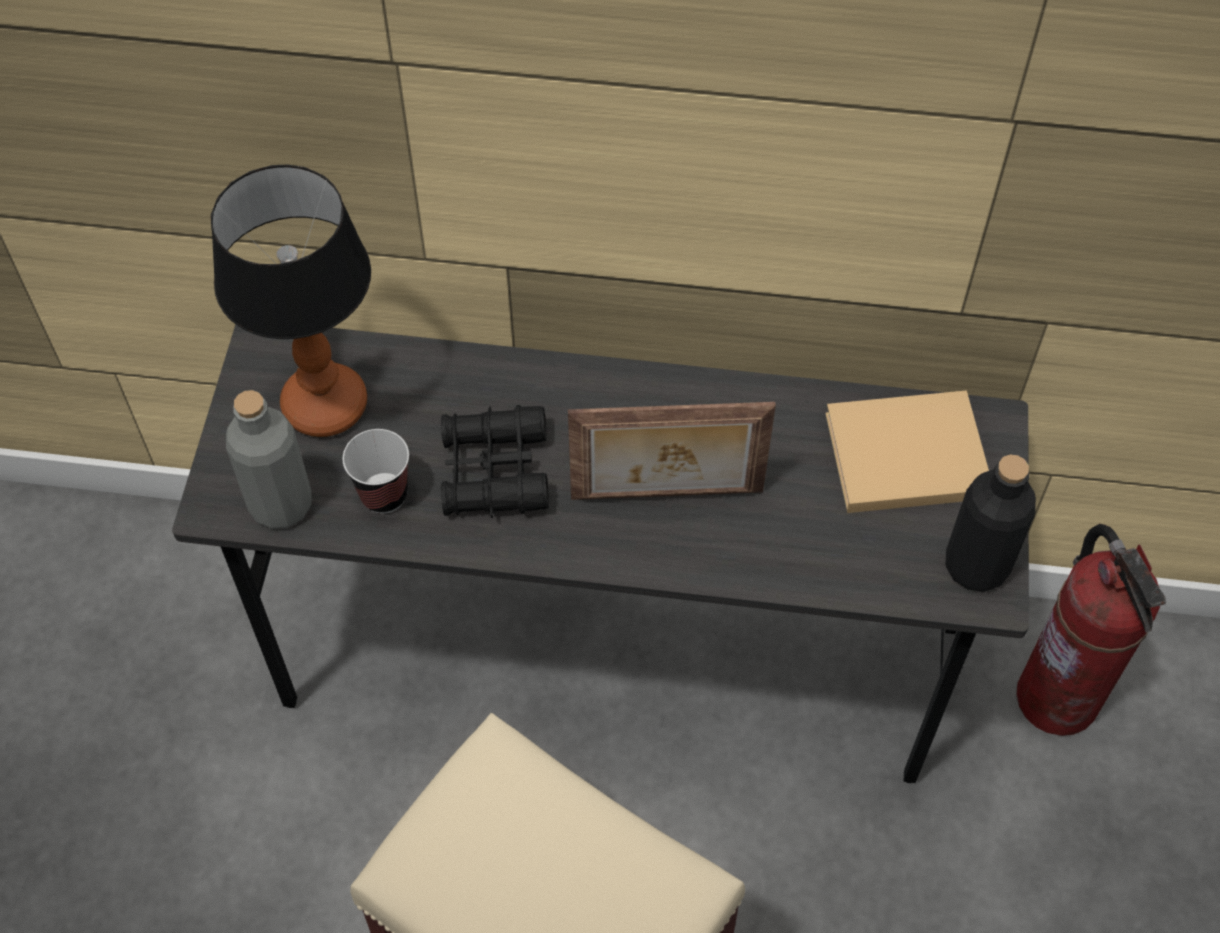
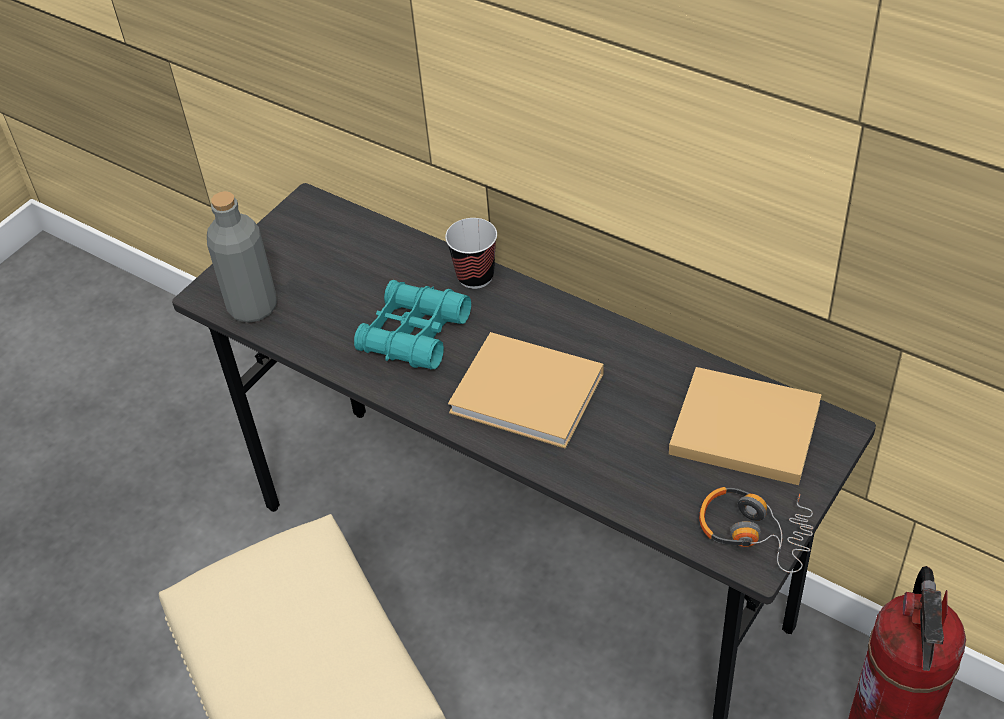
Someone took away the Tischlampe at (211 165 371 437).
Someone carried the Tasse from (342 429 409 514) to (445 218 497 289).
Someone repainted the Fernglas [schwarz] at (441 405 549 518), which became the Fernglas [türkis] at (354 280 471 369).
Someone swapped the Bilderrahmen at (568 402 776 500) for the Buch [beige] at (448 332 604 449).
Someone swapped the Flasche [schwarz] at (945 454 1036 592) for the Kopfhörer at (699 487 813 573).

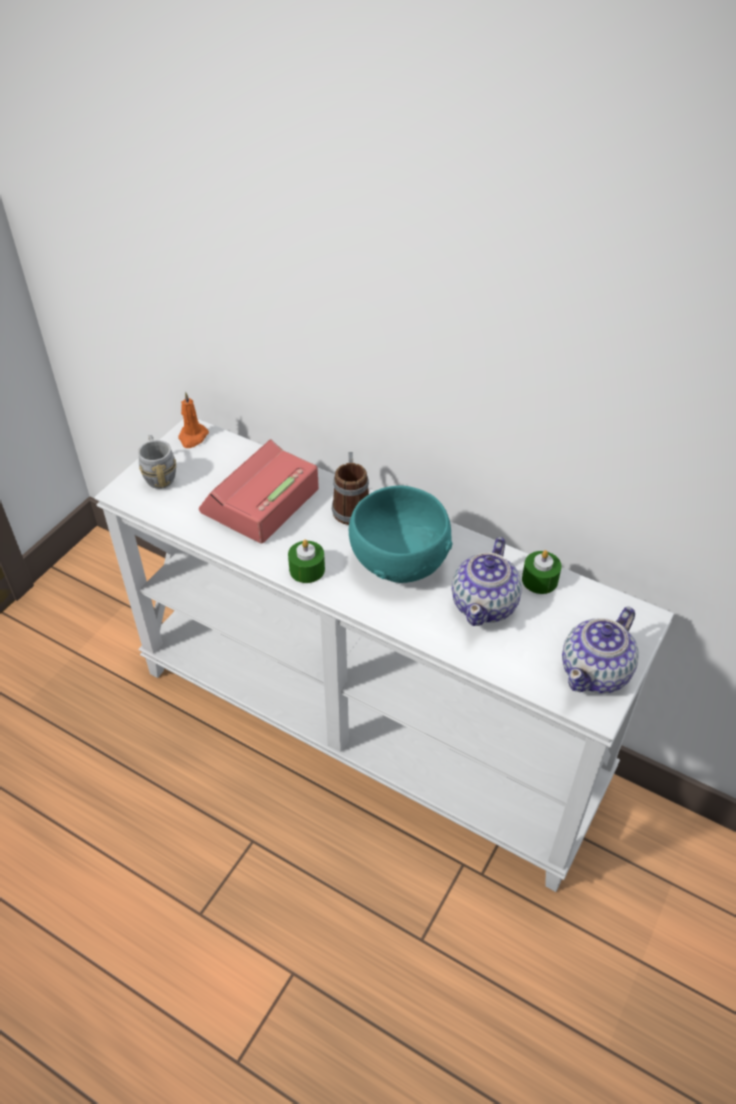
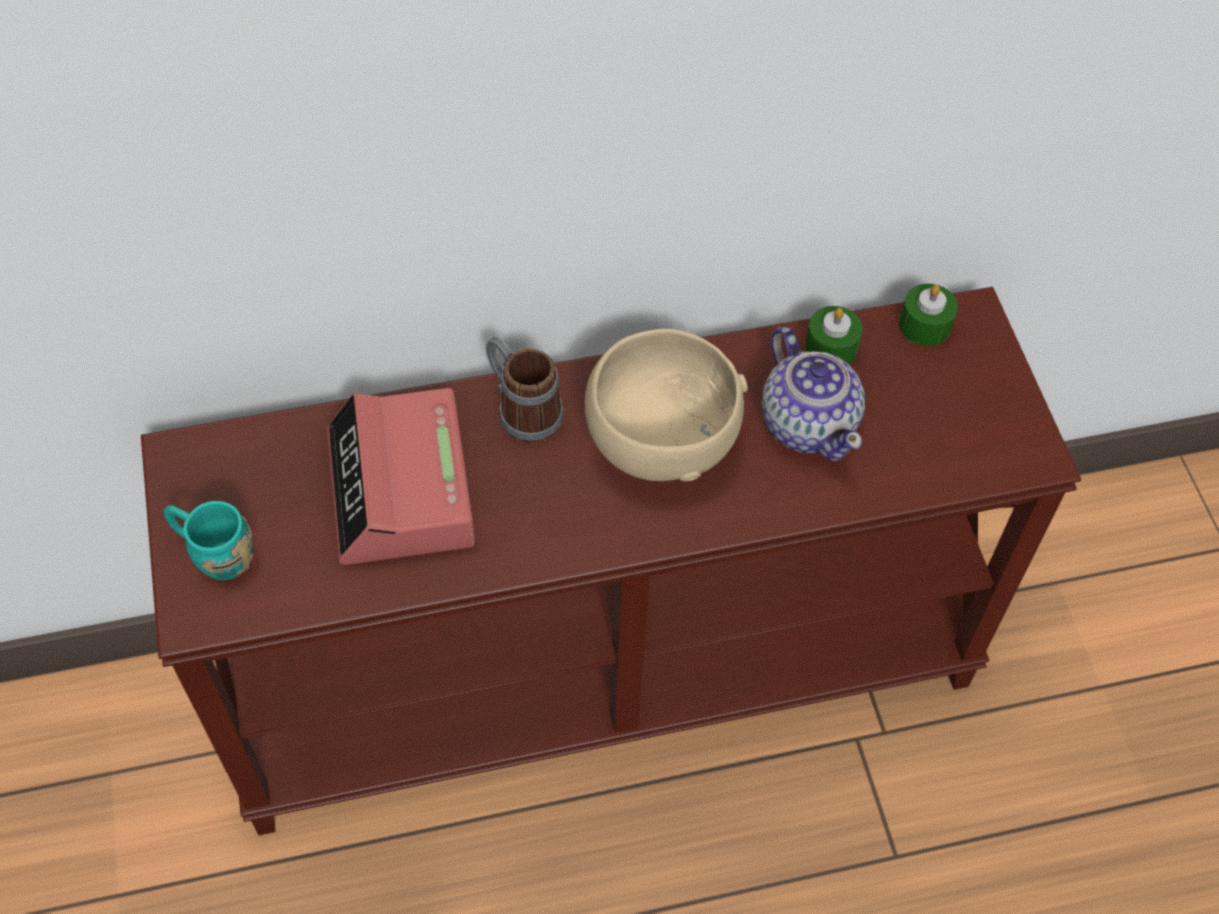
Someone repainted the Konsolentisch [weiß] at (94 418 674 892), which became the Konsolentisch [braun] at (141 287 1081 835).
Someone repainted the Henkelbecher [grau] at (138 435 176 489), which became the Henkelbecher [türkis] at (164 501 253 580).
Someone took away the Kerze [orange] at (178 392 209 448).
Someone carried the Kerze [grün] from (288 540 325 583) to (899 284 958 346).
Someone repainted the Schüssel [türkis] at (349 486 452 583), which became the Schüssel [beige] at (585 329 748 481).
Someone took away the Teekanne at (562 607 639 693).

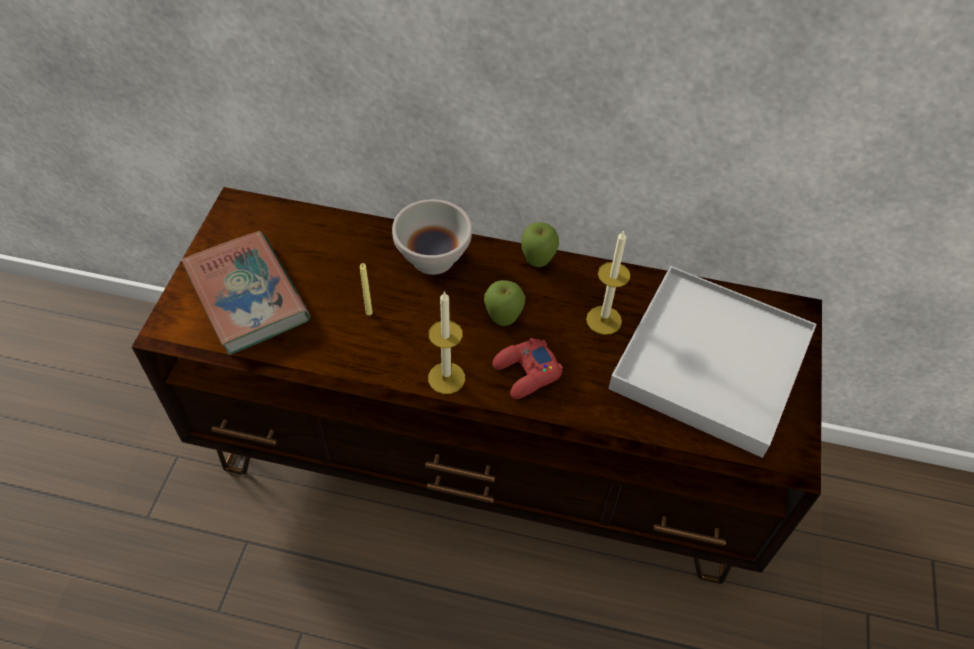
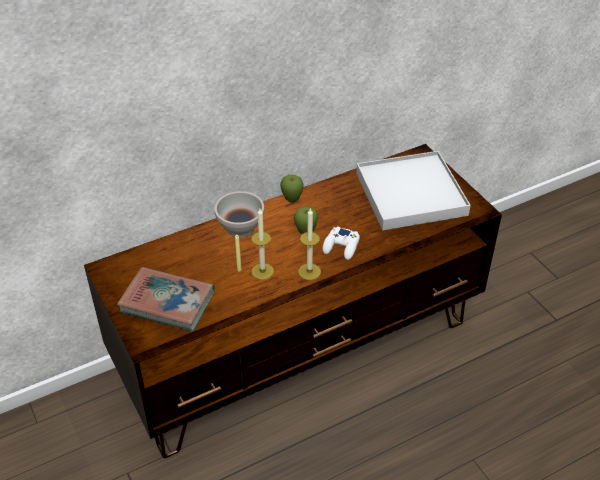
Someone repainted the Gamepad [rot] at (492 338 563 399), which became the Gamepad [weiß] at (323 227 360 260).
Someone carried the Kerze from (586 230 630 335) to (251 209 274 280).

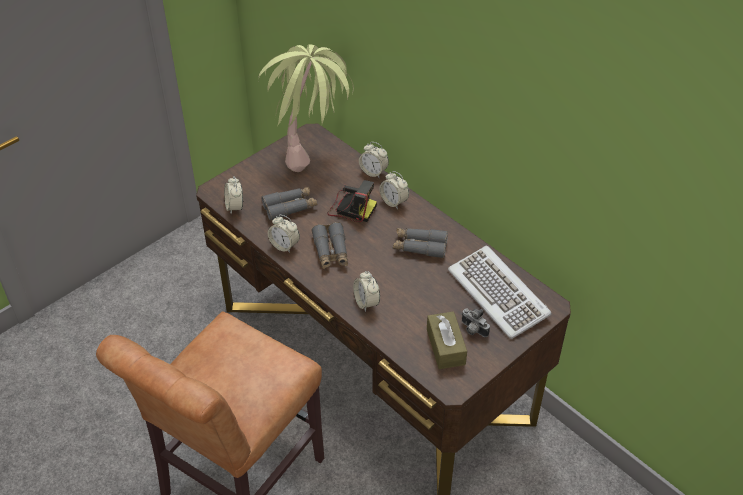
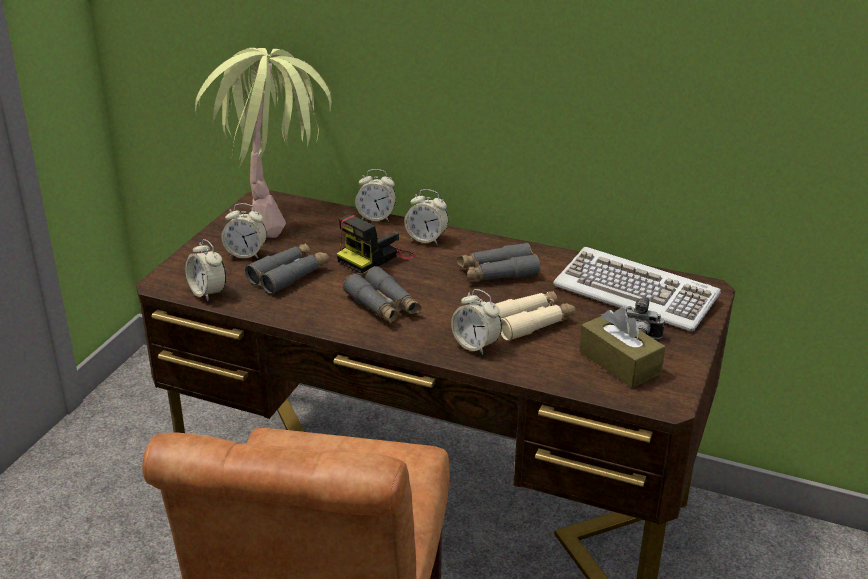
Someone carried the Wecker from (268 215 300 253) to (221 203 267 258).
Someone rotated the Kamera at (327 180 377 222) by 135 degrees clockwise.
Someone put down the Fernglas [beige] at (496 291 576 341).

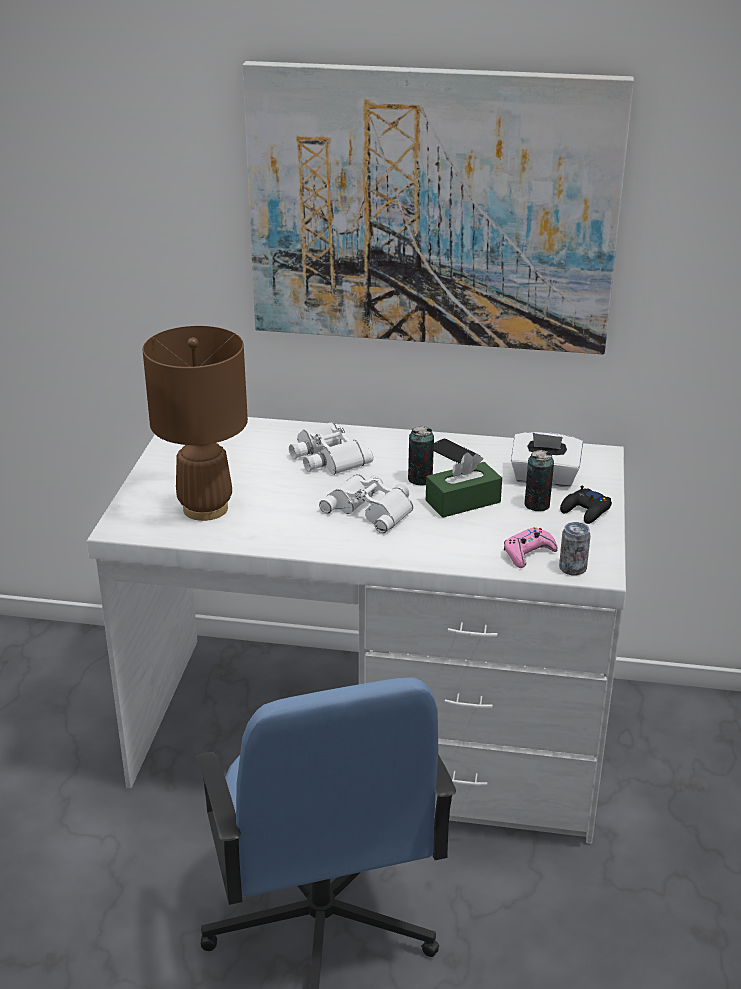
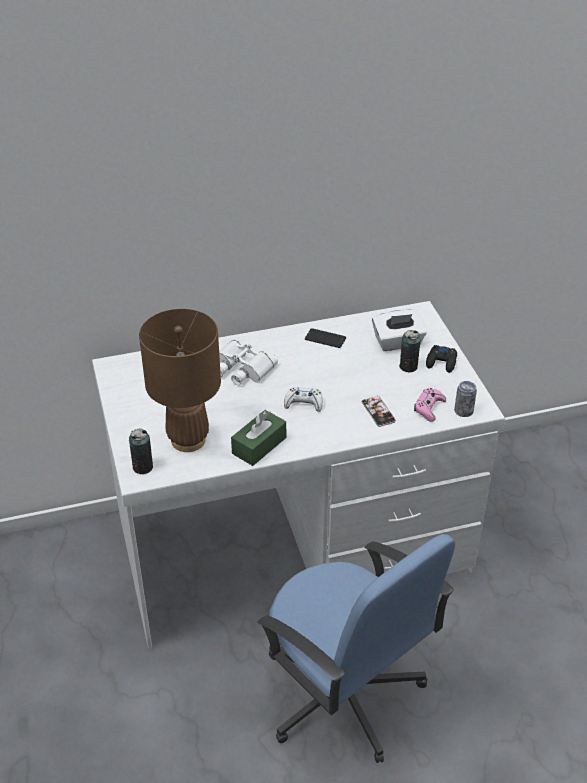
Someone took away the Bild at (242 61 634 354).
Someone swapped the Fernglas [weiß] at (319 474 413 533) for the Gamepad [weiß] at (284 387 323 412).
Someone carried the Dose from (408 426 434 485) to (129 429 153 474).
Someone carried the Taschentuchbox [grün] from (426 453 502 518) to (231 410 286 466).
Someone put down the Handy at (362 395 396 427).

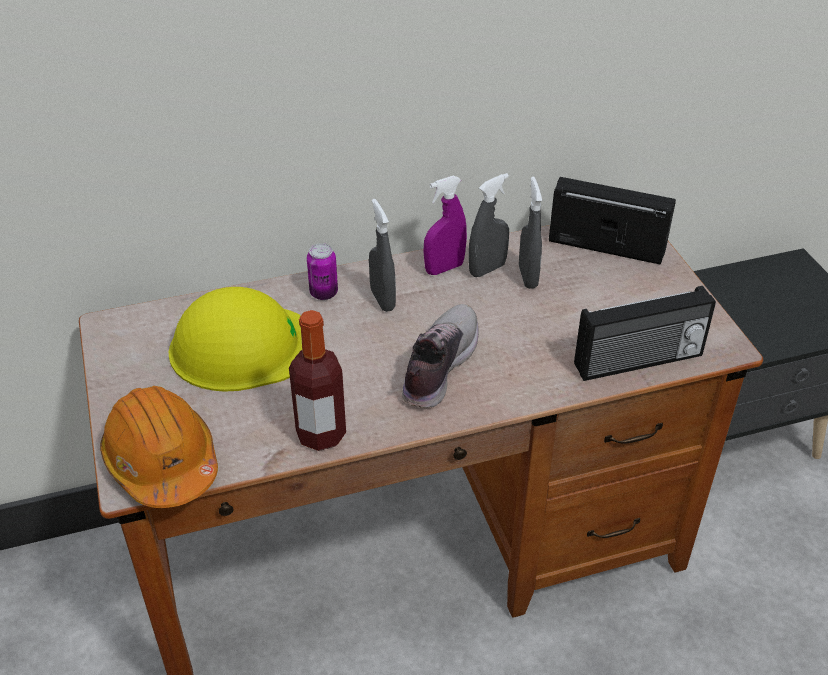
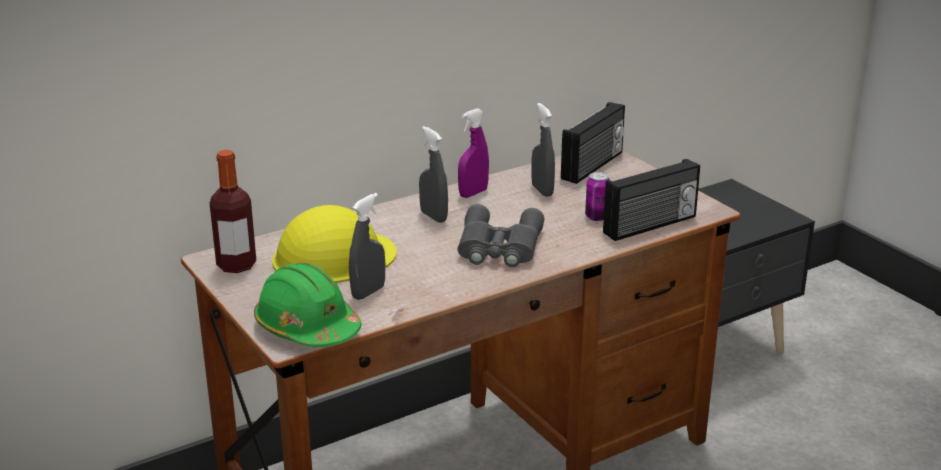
Someone repainted the Schutzhelm [orange] at (100 386 218 508), which became the Schutzhelm [grün] at (254 262 361 347).
Someone carried the Flasche from (289 310 346 451) to (210 150 256 273).
Someone carried the Dose from (307 243 338 300) to (585 172 610 221).
Someone swapped the Schuh at (402 304 479 408) for the Fernglas [grau] at (458 204 544 267).
Someone carried the Sprühflasche [grau] from (468 173 509 277) to (349 193 385 300).
Someone rotated the Radio at (549 177 676 265) by 120 degrees clockwise.

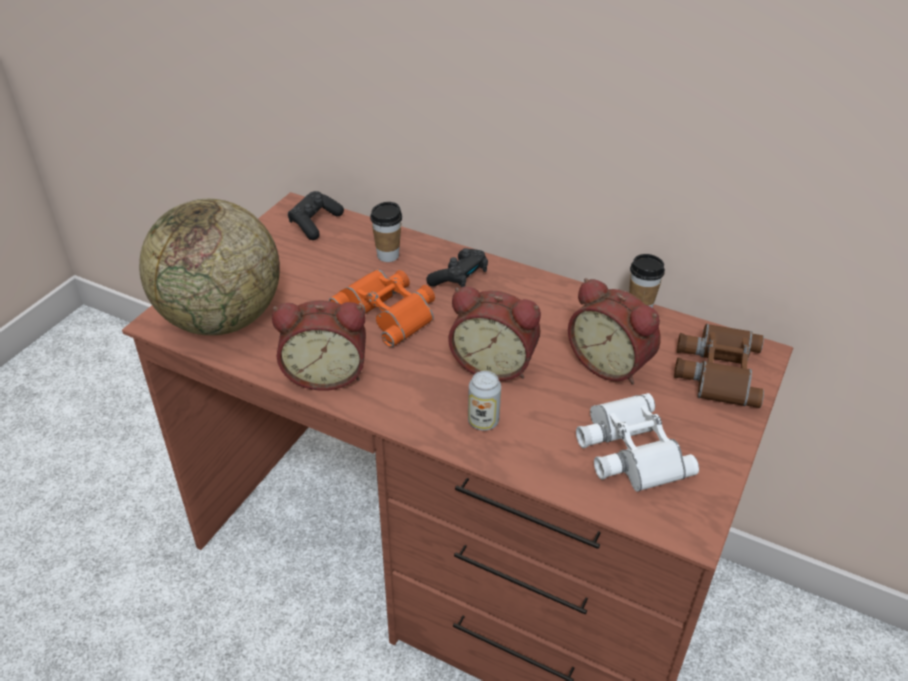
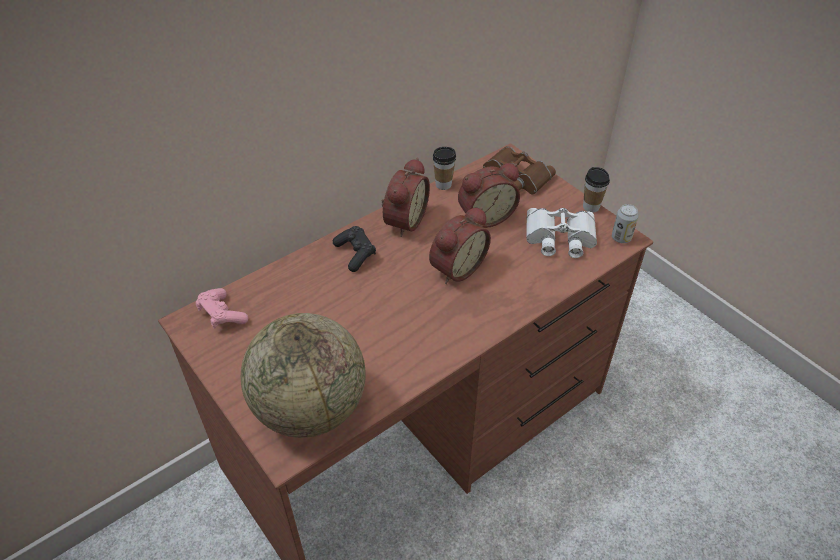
Someone carried the Wecker from (272 300 366 391) to (382 158 430 237).
Someone repainted the Gamepad [schwarz] at (288 191 344 240), which became the Gamepad [rosa] at (196 288 248 329).
Someone took away the Fernglas [orange] at (329 269 435 347).
Someone carried the Tasse from (370 202 402 262) to (583 167 610 213).
Someone carried the Dose from (468 371 501 431) to (612 204 639 243).

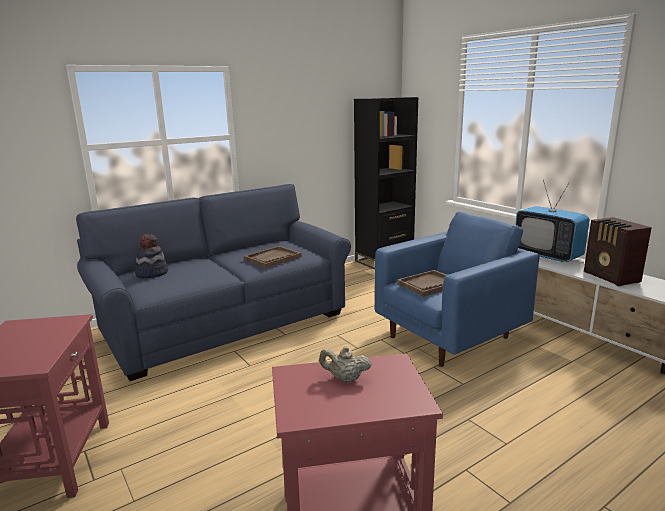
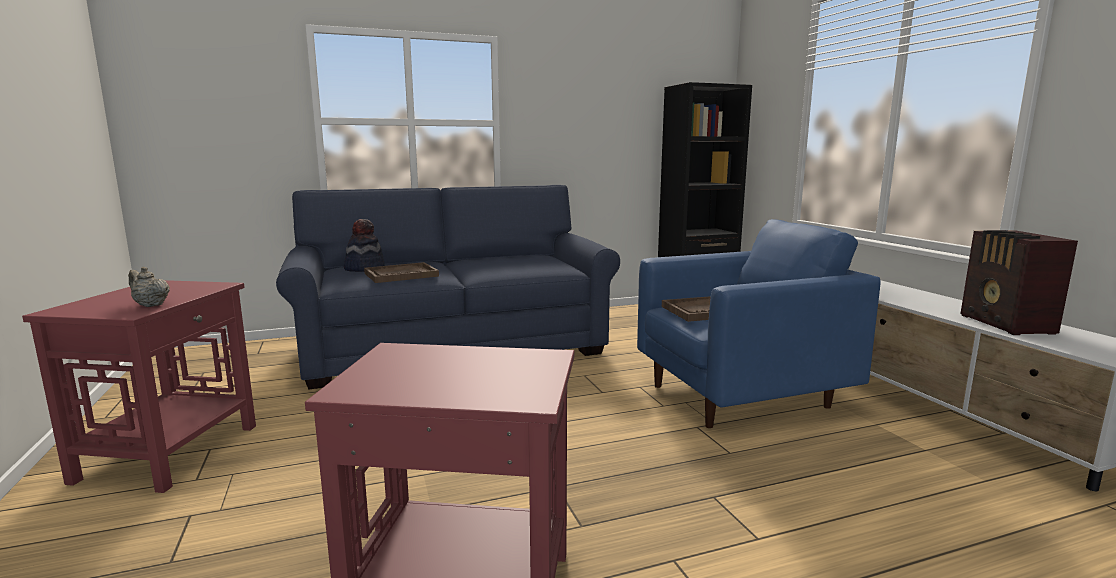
Someone carried the Tablett [braun] from (244 246 302 268) to (364 262 439 283).
Someone carried the Teekanne [beige] from (319 346 372 383) to (128 267 170 307).
Someone took away the Fernseher at (515 179 590 262).

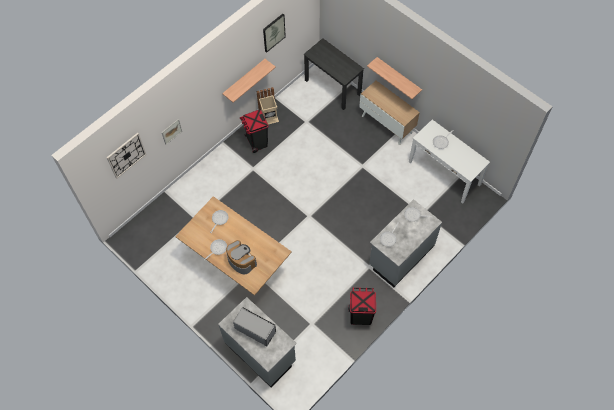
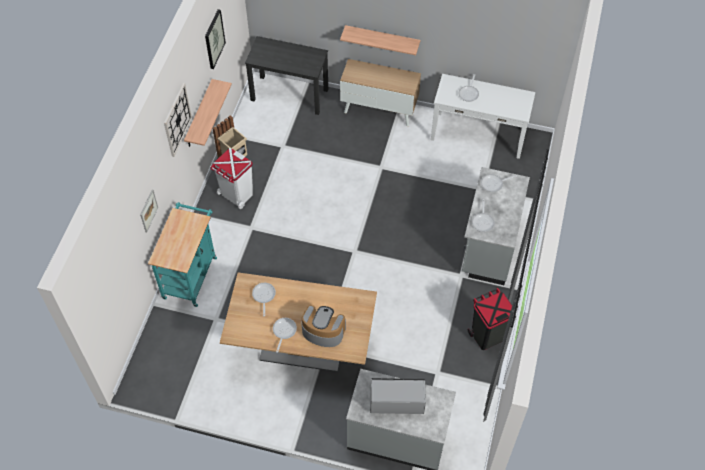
Someone carried the Wanduhr from (107 133 146 179) to (164 83 192 157).
Someone repainted the Mülleimer [schwarz] at (240 110 268 153), which became the Mülleimer [weiß] at (211 148 253 209).
Someone put down the Rollwagen [türkis] at (148 202 217 307).

